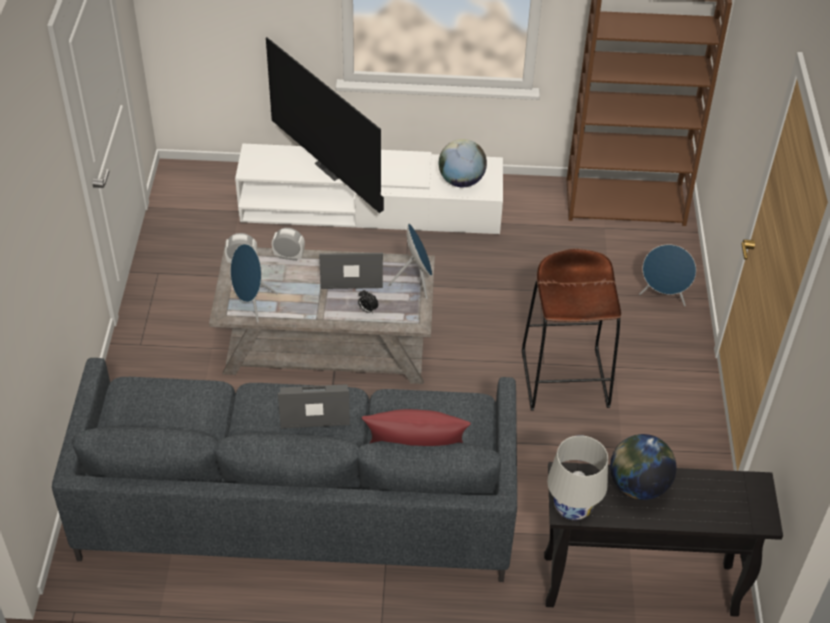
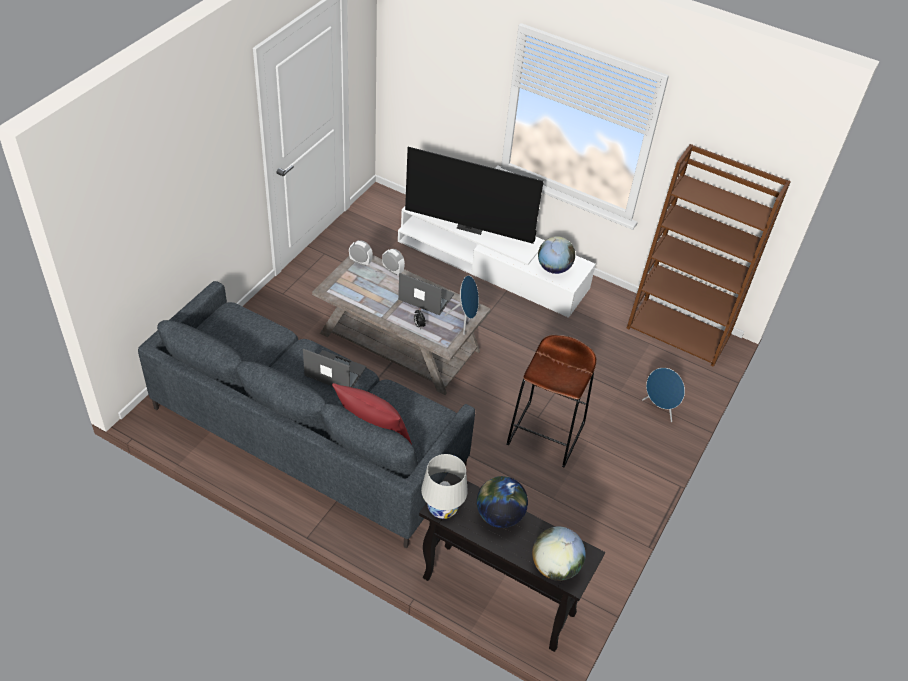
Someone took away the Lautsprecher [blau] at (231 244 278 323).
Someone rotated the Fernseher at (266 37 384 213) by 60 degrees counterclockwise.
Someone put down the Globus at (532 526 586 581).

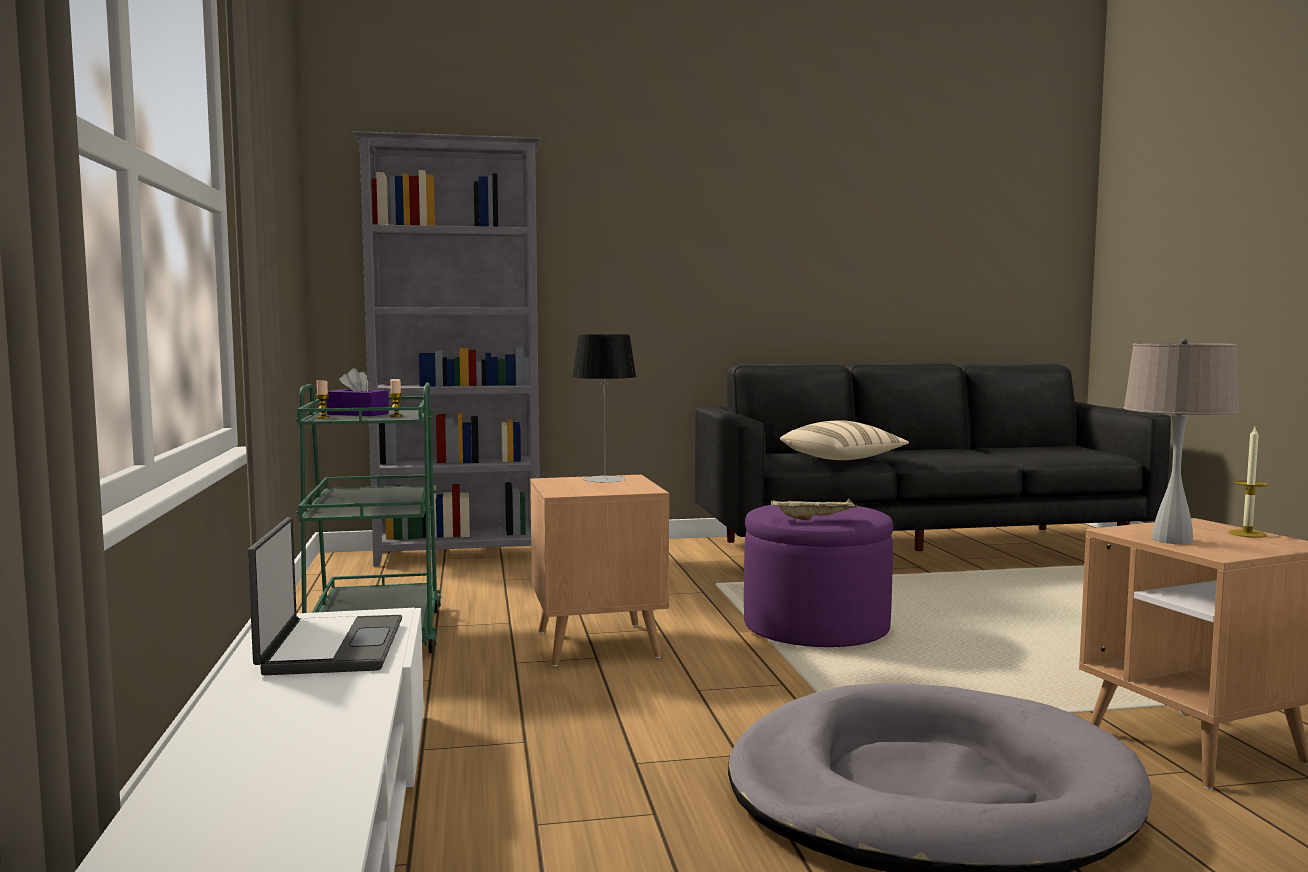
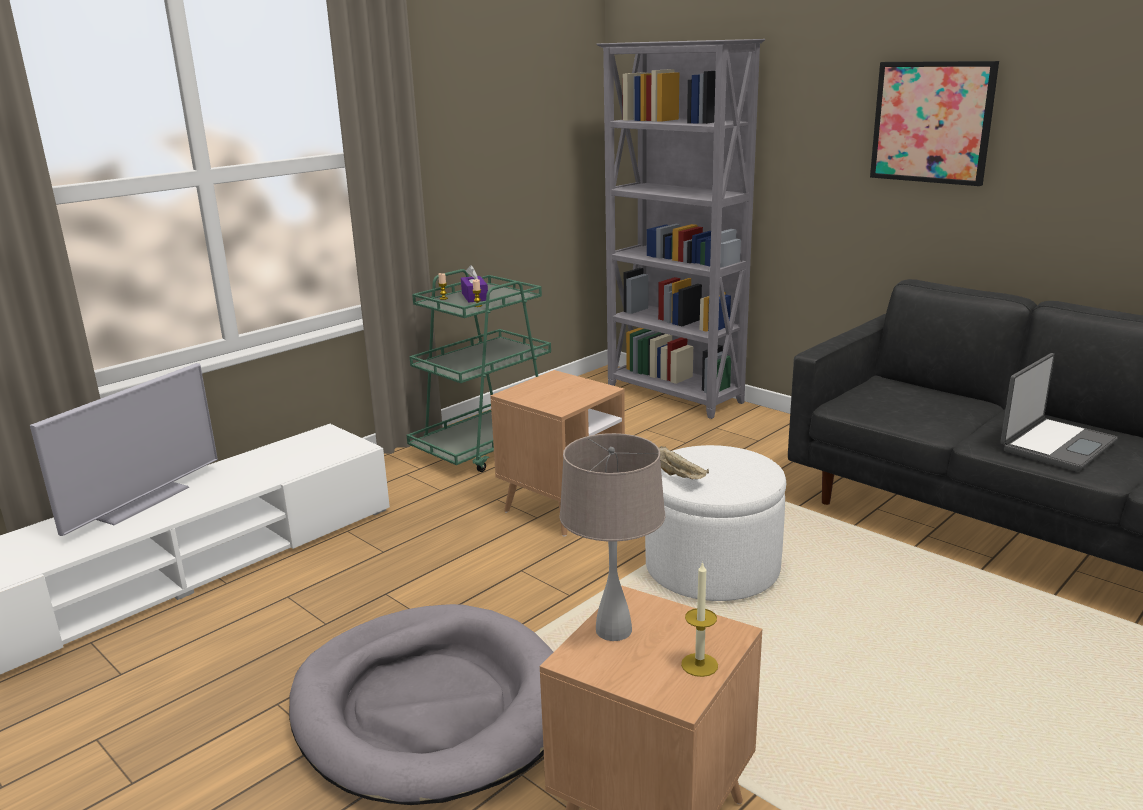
Someone carried the Laptop from (248 517 402 675) to (1000 353 1118 472).
Someone took away the Tischlampe at (572 334 636 483).
Someone repainted the Polsterhocker [lila] at (744 505 893 647), which became the Polsterhocker [weiß] at (645 445 786 601).
Someone took away the Kissen [beige] at (780 420 909 460).
Someone put down the Fernseher at (30 363 218 536).
Someone put up the Bild at (870 61 999 186).

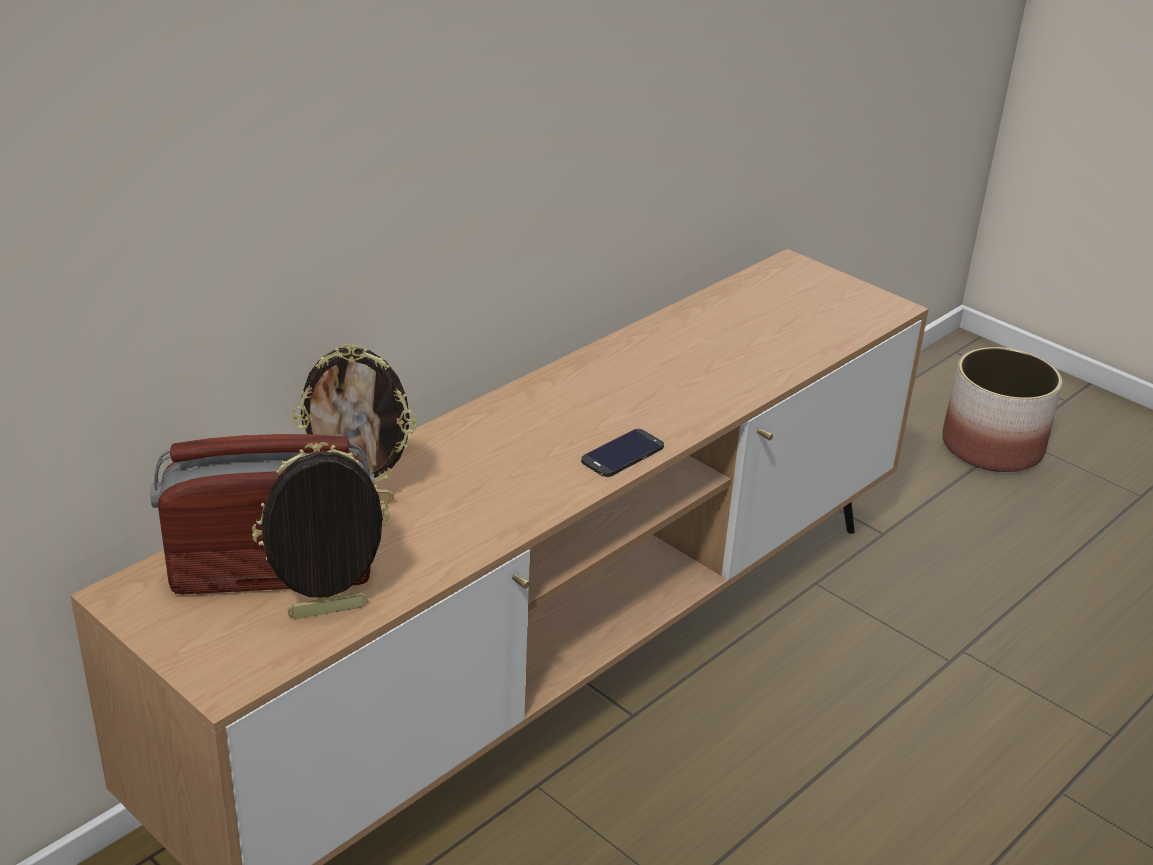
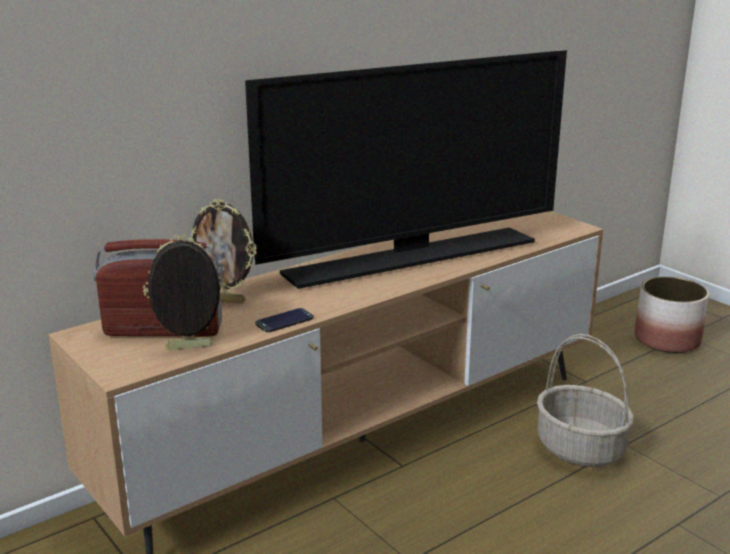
Someone carried the Handy from (581 429 664 477) to (255 308 314 332).
Someone put down the Fernseher at (245 50 567 289).
Someone put down the Korb at (537 334 634 467).

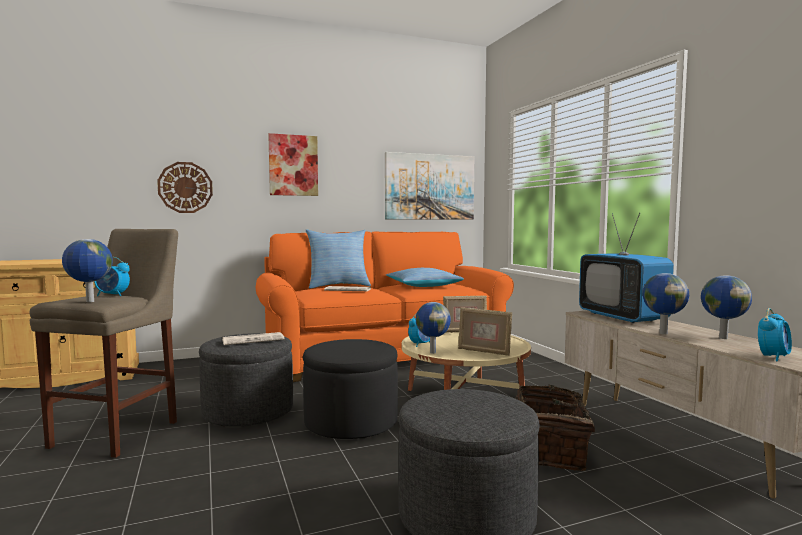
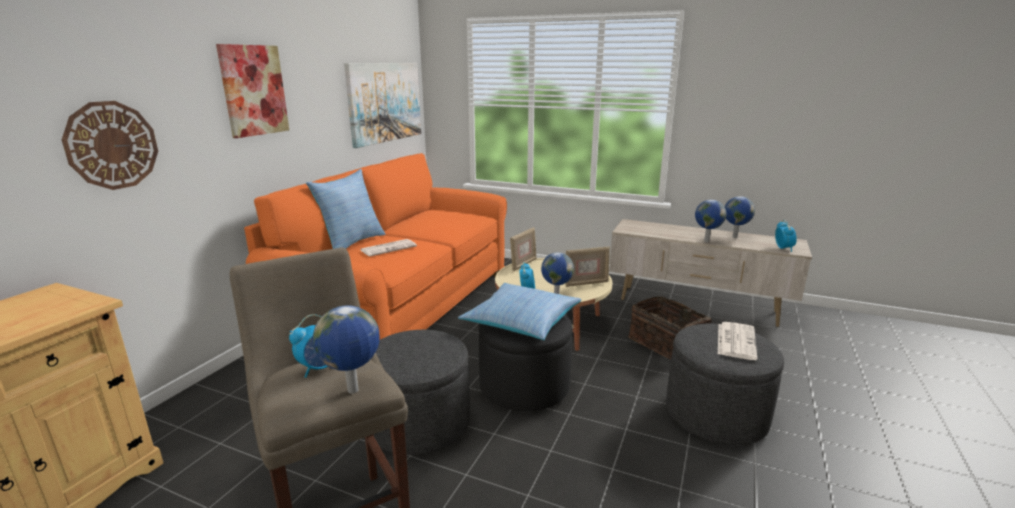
Someone carried the Zeitung from (222 332 285 345) to (718 322 757 360).
Someone carried the Kissen from (386 268 464 287) to (458 283 581 340).
Someone took away the Fernseher at (579 213 674 323).

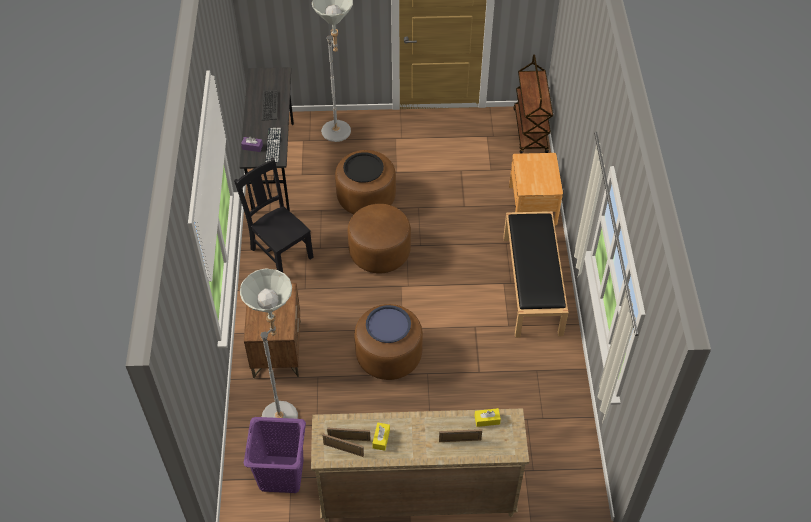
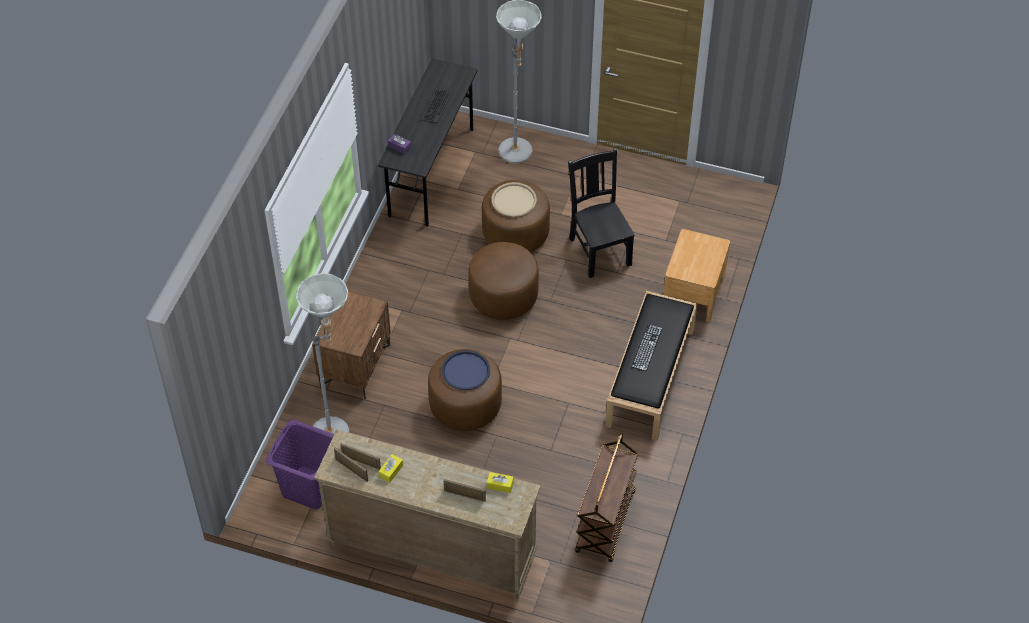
Someone carried the Stuhl [schwarz] from (234 157 314 273) to (568 148 635 278).
Someone carried the Tastatur from (265 128 281 163) to (632 325 662 372).
Someone repainted the Tablett [schwarz] at (343 152 384 183), which became the Tablett [beige] at (492 182 537 217).
Someone carried the Rollwagen [braun] from (513 55 553 154) to (575 434 638 562).

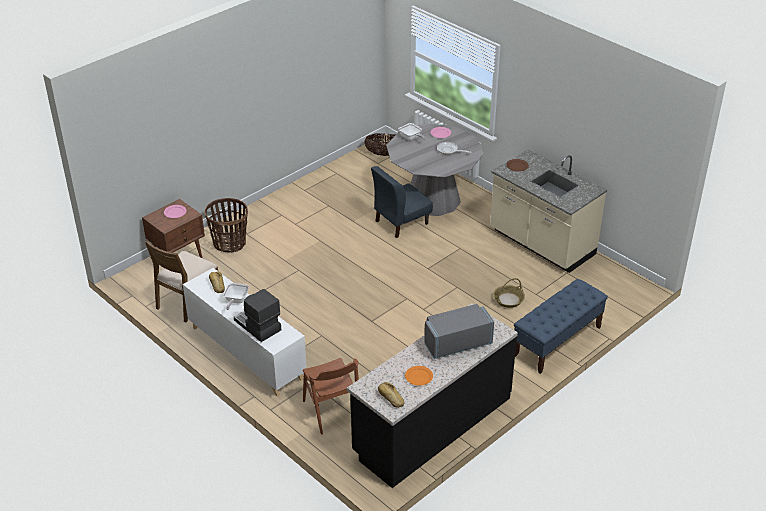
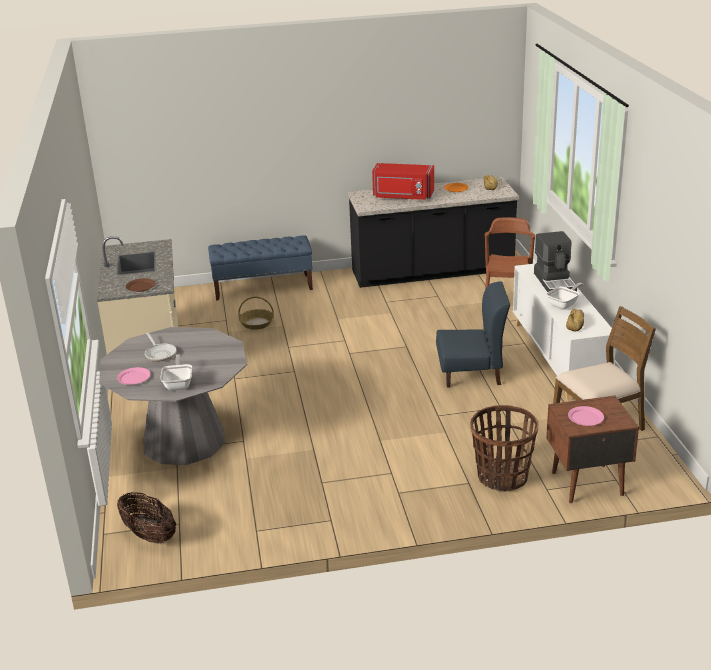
Someone carried the Stuhl [blau] from (371 166 433 238) to (436 281 510 388).
Someone repainted the Mikrowelle [grau] at (424 304 494 359), which became the Mikrowelle [rot] at (372 163 434 200).

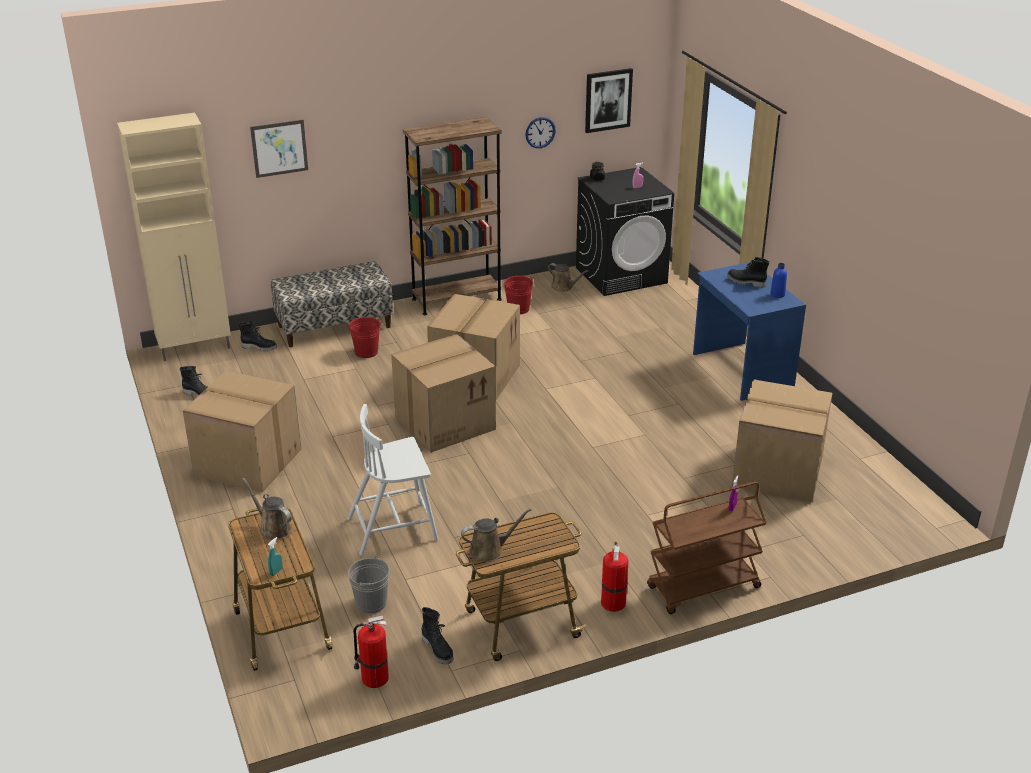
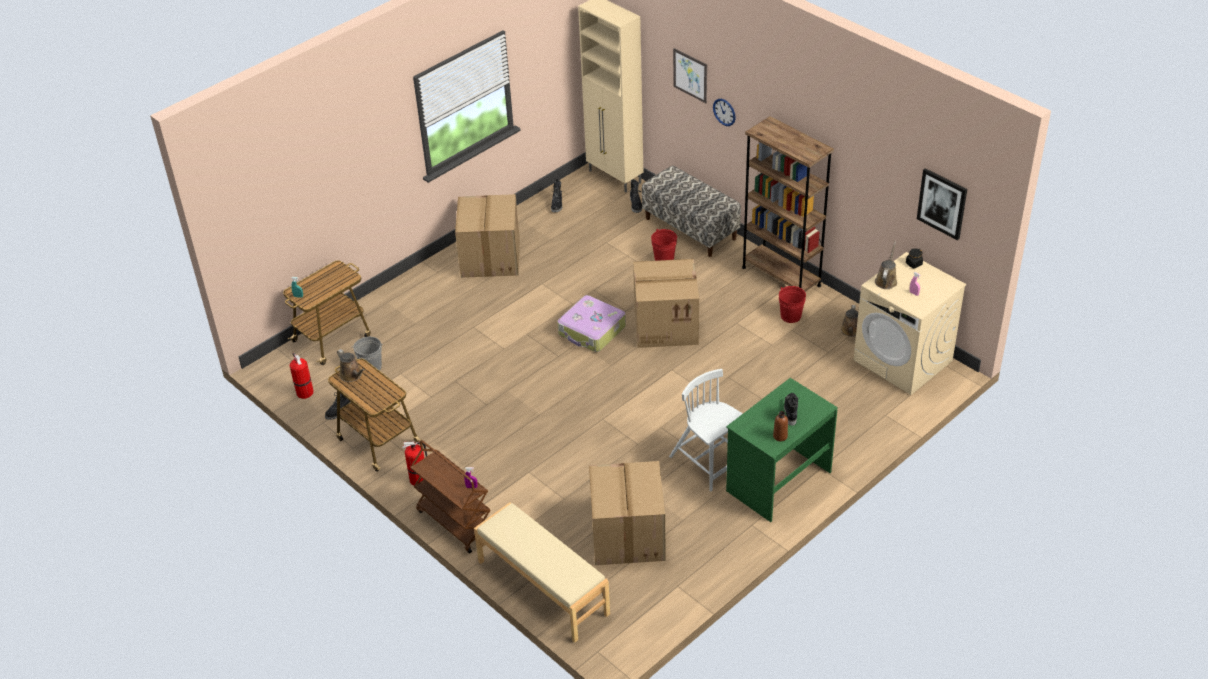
Someone carried the Gießkanne [braun] from (242 478 292 540) to (875 241 897 289).
Someone carried the Stuhl [weiß] from (347 404 438 555) to (669 369 743 491).
Someone swapped the Karton at (391 334 496 453) for the Koffer at (557 295 626 352).
Someone carried the Wanduhr from (525 117 556 148) to (713 99 736 126).
Someone repainted the Waschmaschine [schwarz] at (576 167 674 296), which became the Waschmaschine [beige] at (853 252 966 395).
Someone repainted the Schreibtisch [blau] at (693 262 806 401), which became the Schreibtisch [grün] at (726 378 838 522).
Someone repainted the Flasche [blau] at (770 263 787 298), which became the Flasche [braun] at (773 411 788 441).
Someone put down the Bank [beige] at (474 502 610 643).

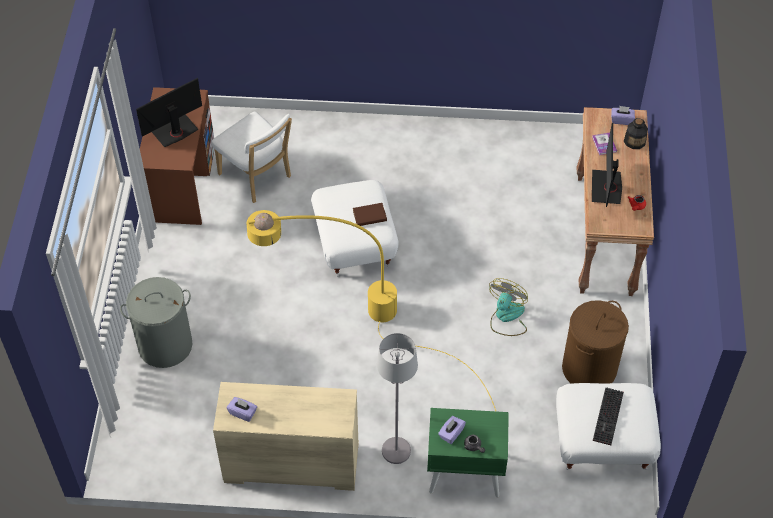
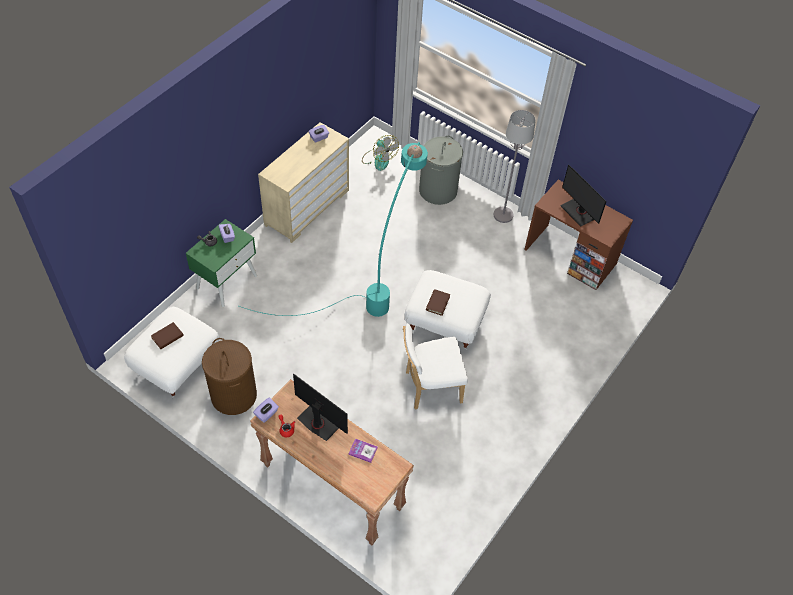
Someone rotated the Monitor at (136 78 202 147) by 150 degrees clockwise.
Someone carried the Stuhl [weiß] from (212 112 292 203) to (403 323 468 410).
Someone repainted the Stehlampe [gelb] at (247 210 496 411), which became the Stehlampe [türkis] at (239 142 428 317).
Someone carried the Stehlampe [grau] from (377 333 418 464) to (493 110 535 223).
Someone carried the Ventilator from (489 278 528 336) to (362 135 399 171).
Someone swapped the Tastatur at (593 388 624 445) for the Buch [braun] at (151 322 184 349).
Someone carried the Taschentuchbox [lila] from (611 106 635 125) to (253 397 279 423).
Someone took away the Flasche at (624 118 648 149).

